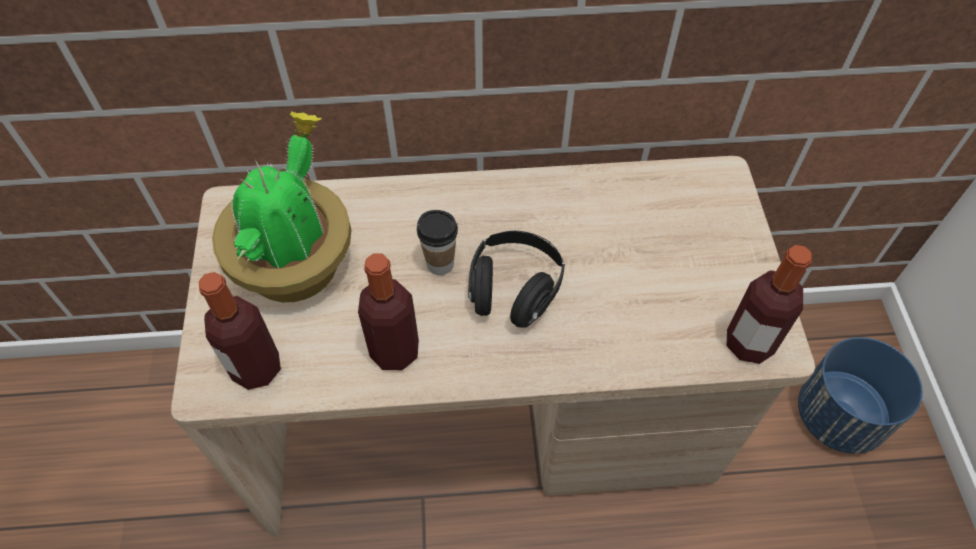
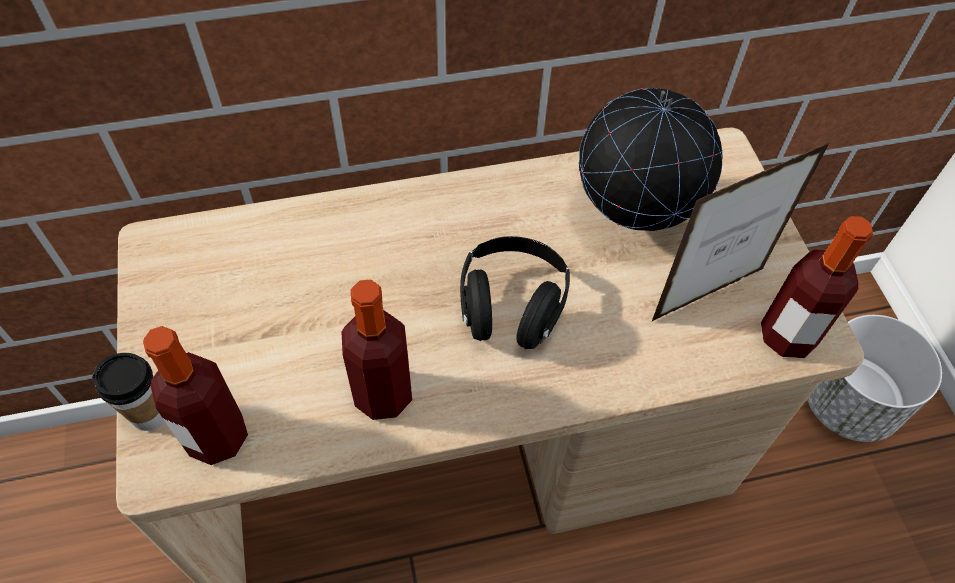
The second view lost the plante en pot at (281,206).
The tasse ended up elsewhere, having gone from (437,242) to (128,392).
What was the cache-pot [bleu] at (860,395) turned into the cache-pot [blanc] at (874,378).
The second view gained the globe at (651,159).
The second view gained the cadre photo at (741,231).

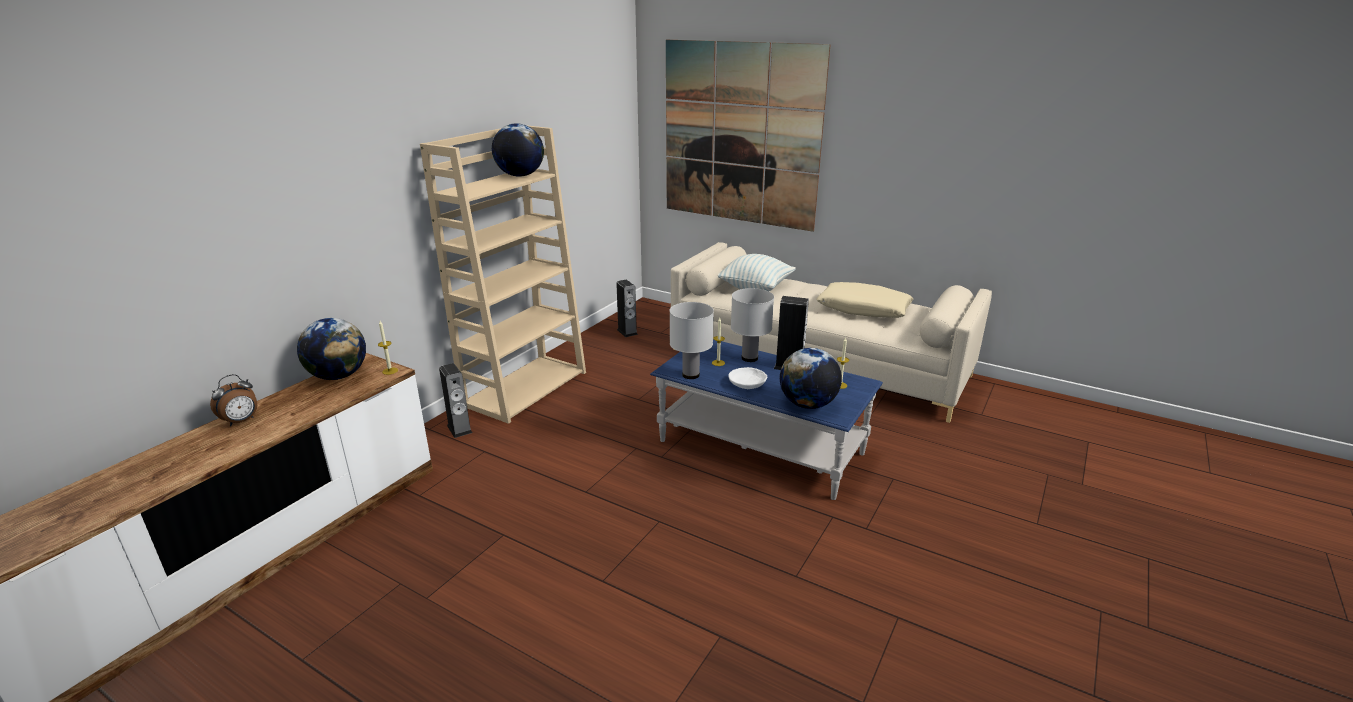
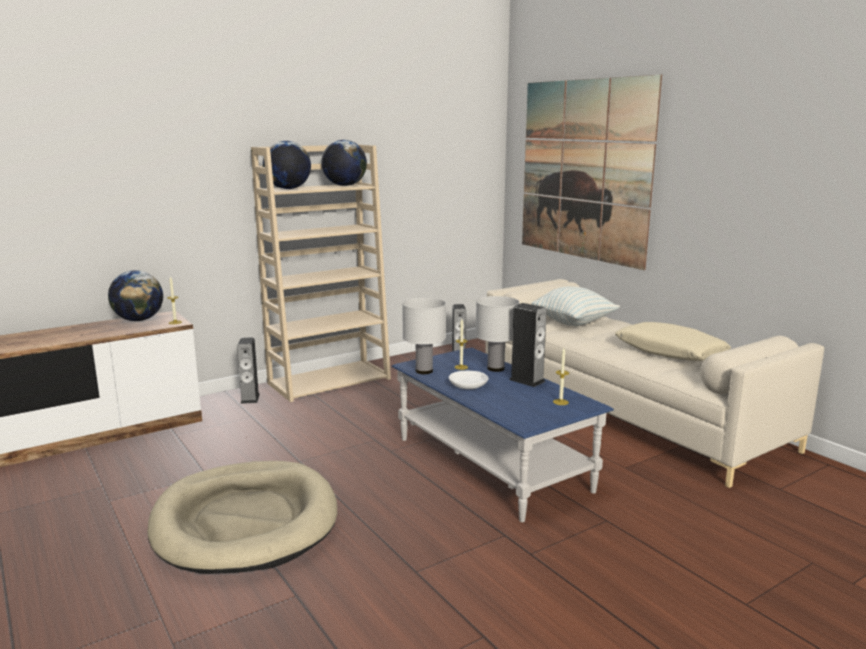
The globe ended up elsewhere, having gone from (811,378) to (287,165).
The second view lost the réveil at (233,400).
The second view gained the panier pour chien [beige] at (242,517).

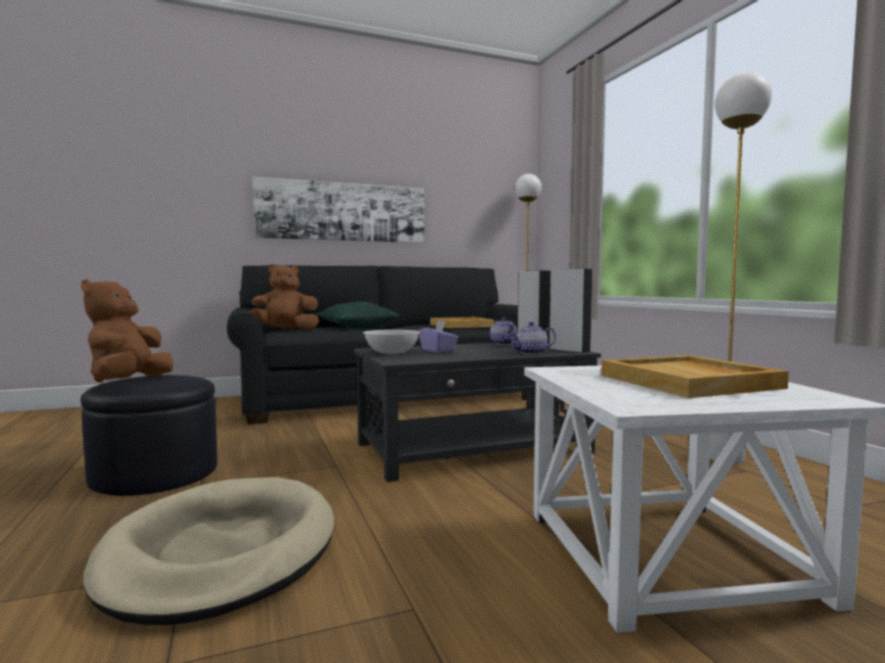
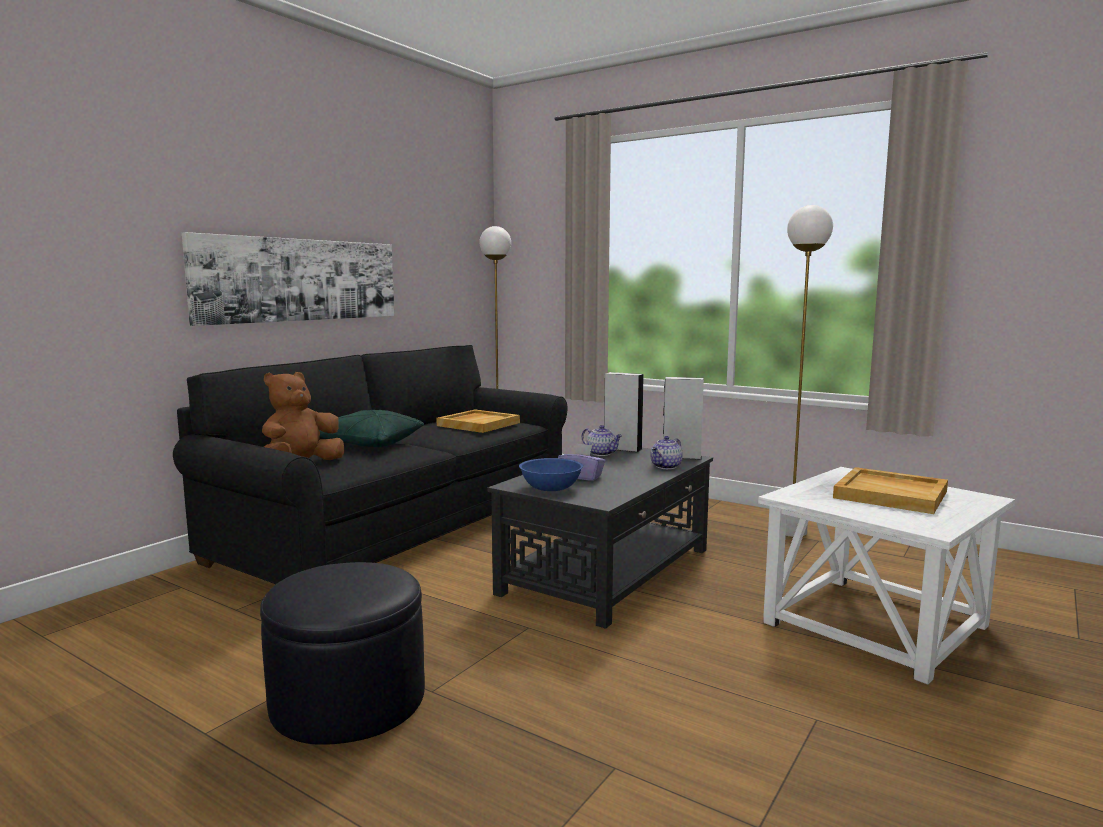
The second view lost the peluche [marron] at (127,330).
What was the bol [blanc] at (391,342) turned into the bol [bleu] at (551,474).
The second view lost the panier pour chien [beige] at (208,551).

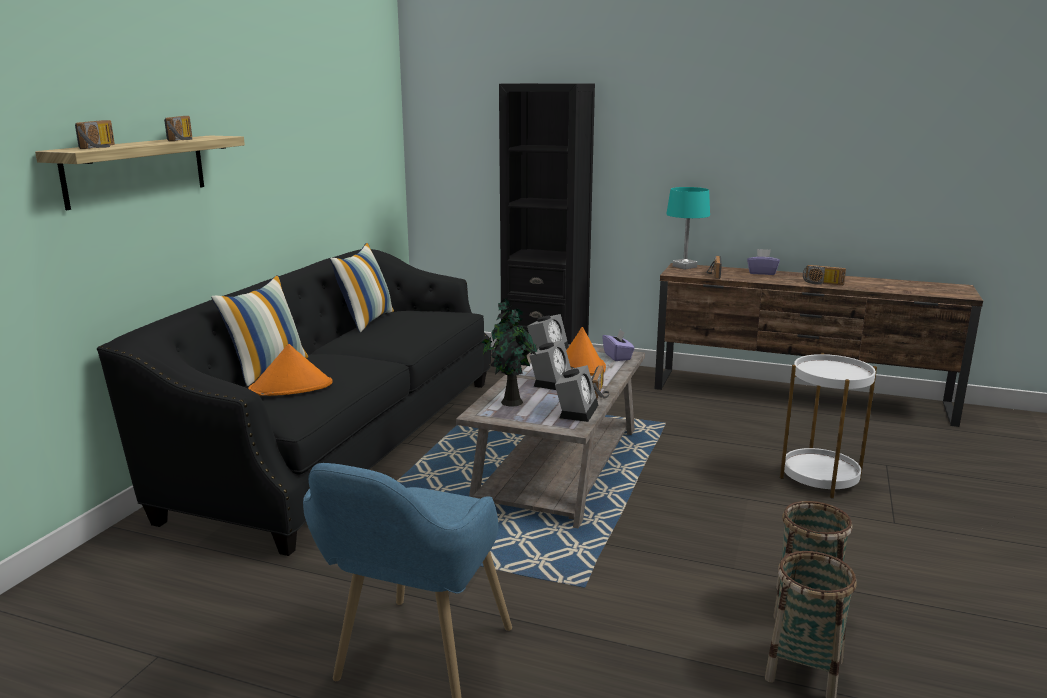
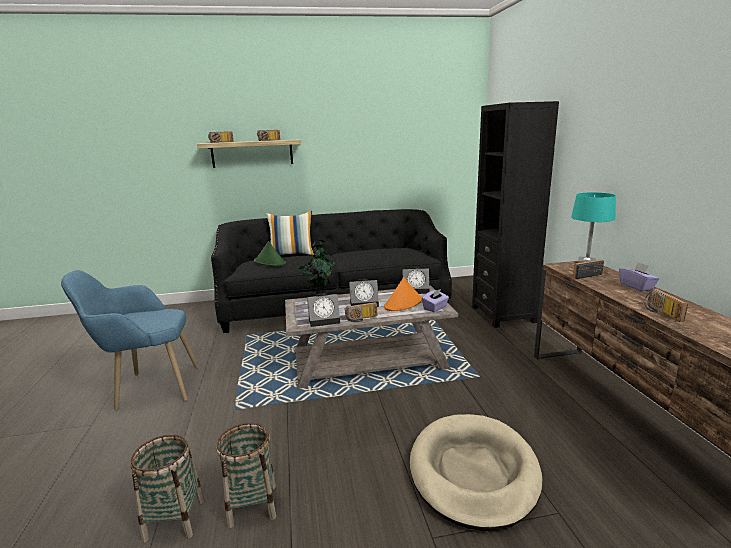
The second view lost the coussin at (362,287).
What was the chapeau [orange] at (290,370) turned into the chapeau [vert] at (270,254).
Where the table d'appoint [blanc] stood at (828,425), the panier pour chien [beige] came to stand at (476,472).

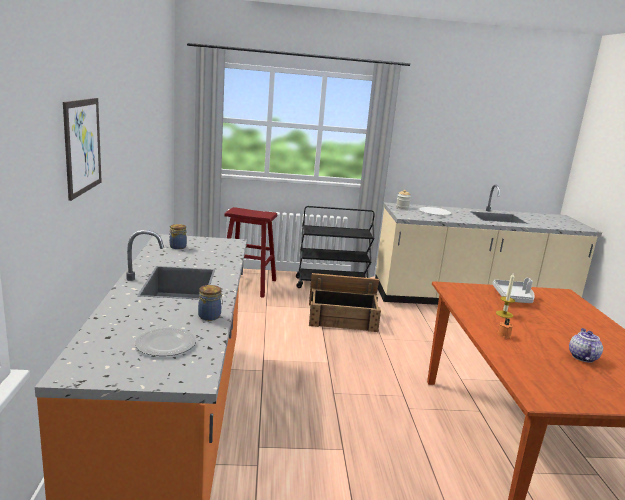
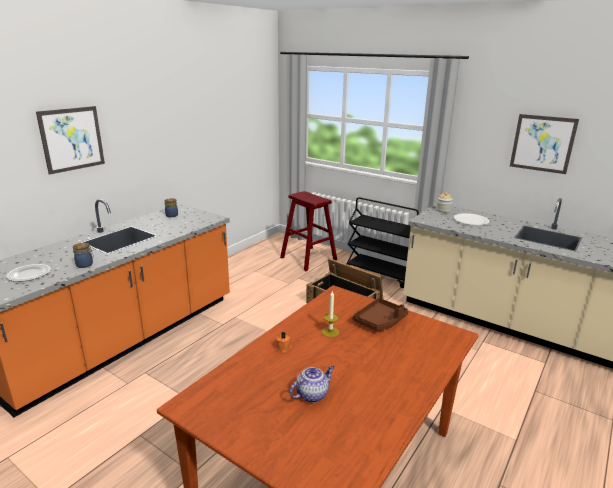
What was the plateau [gris] at (513,290) turned into the plateau [marron] at (380,314).
The second view gained the tableau at (544,144).

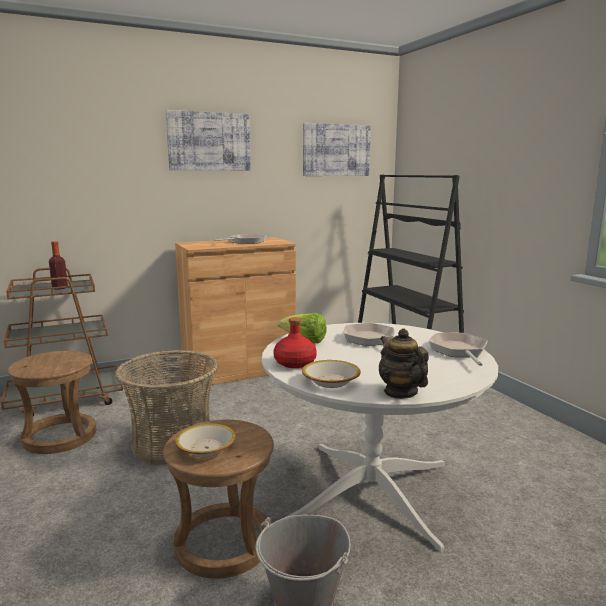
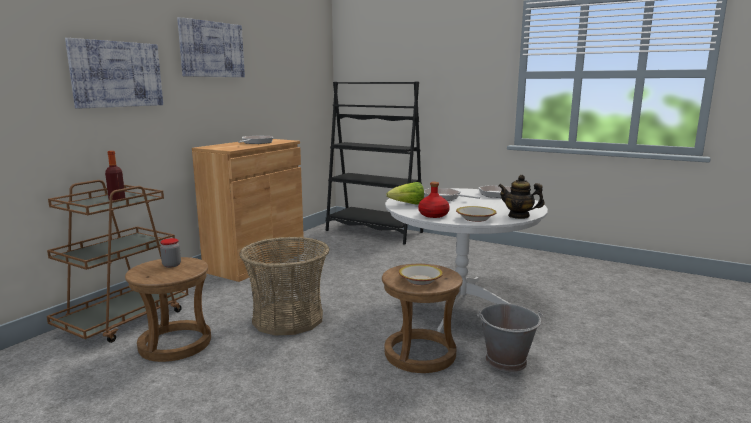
The tableau ended up elsewhere, having gone from (337,149) to (114,73).
The second view gained the bocal at (170,253).

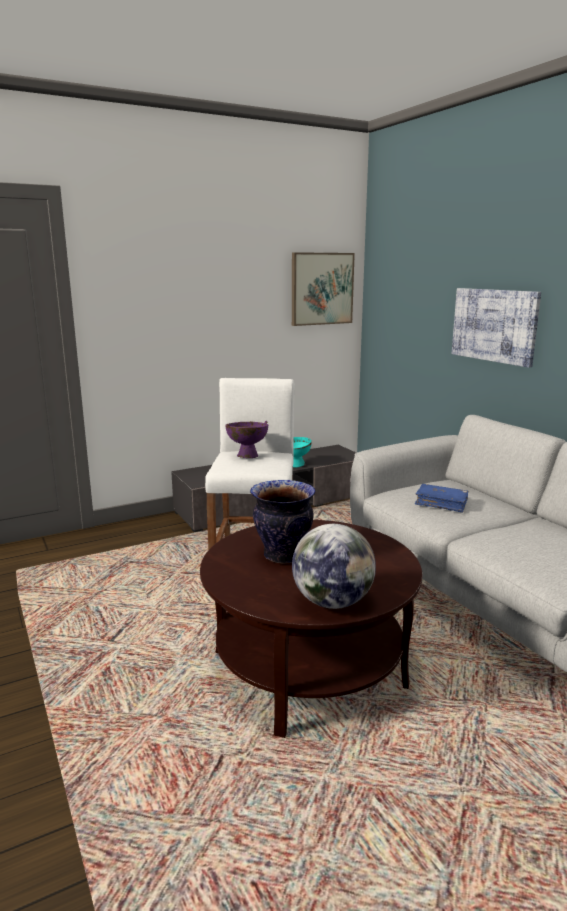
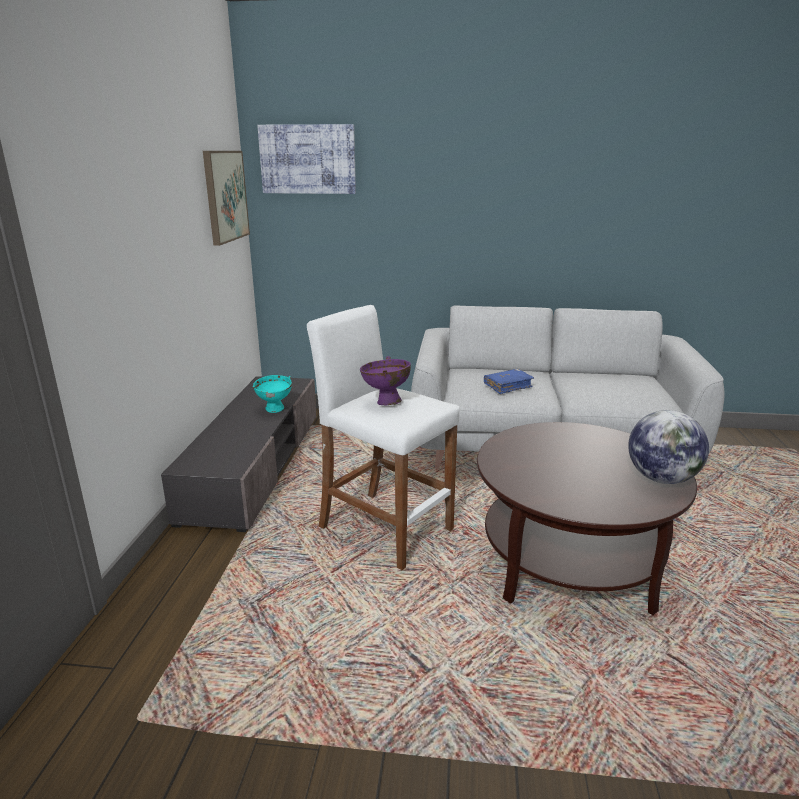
The tableau ended up elsewhere, having gone from (496,328) to (306,159).
The second view lost the vase at (283,521).

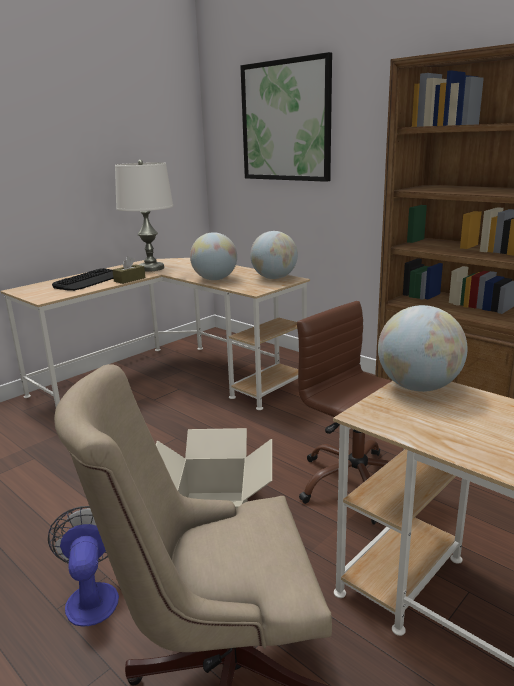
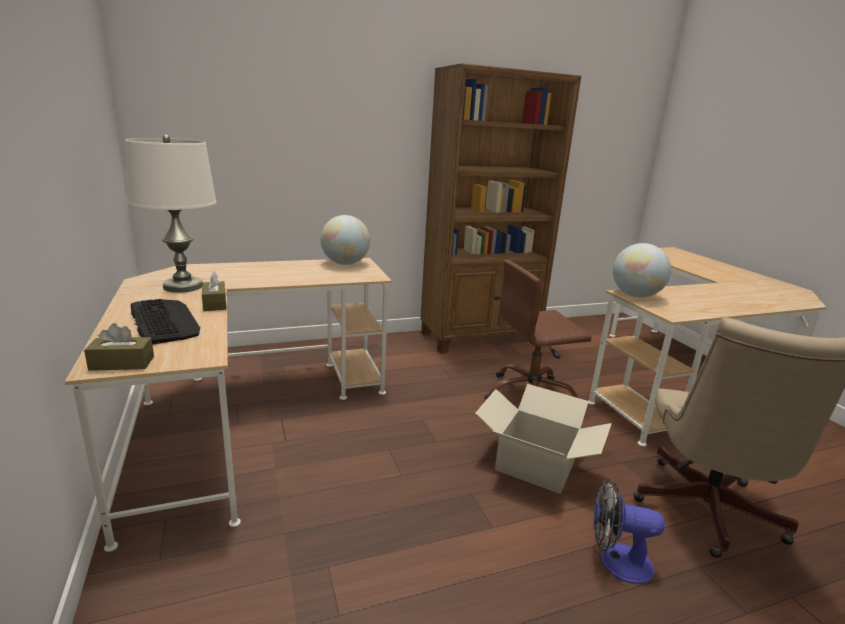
The second view lost the tableau at (286,117).
The second view lost the globe at (213,256).
The second view gained the boîte à mouchoirs [marron] at (119,347).

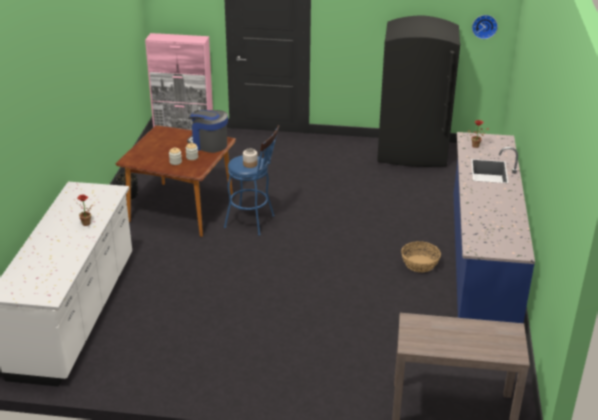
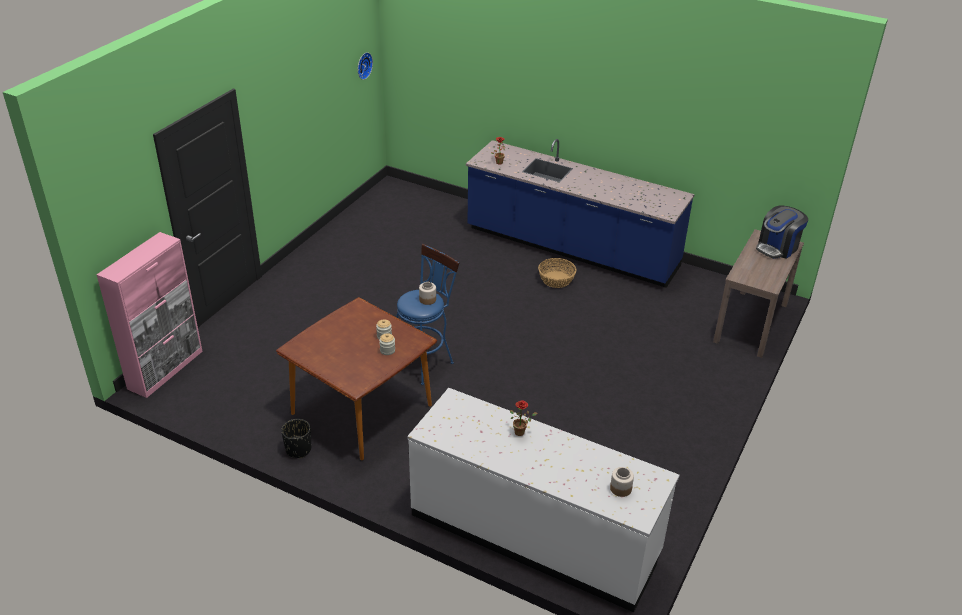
The second view lost the réfrigérateur [noir] at (418,91).
The machine à café ended up elsewhere, having gone from (207,131) to (782,232).
The second view gained the bocal at (622,482).

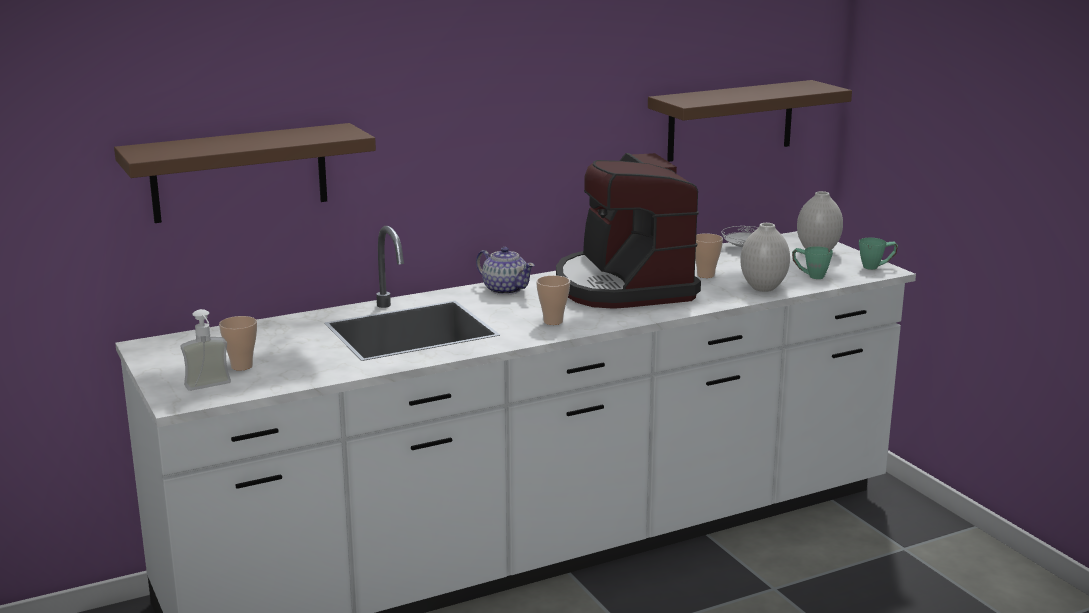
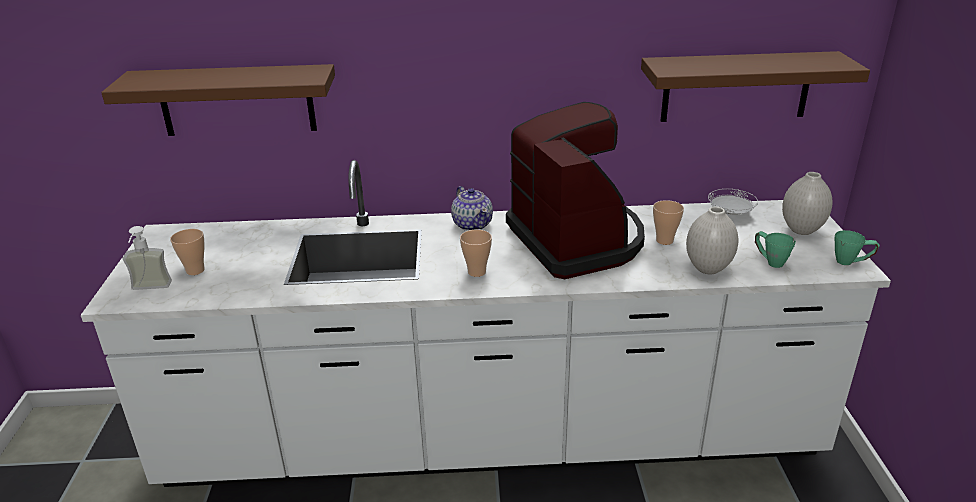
The machine à café at (628,231) ended up facing another way, 150 degrees clockwise from before.

